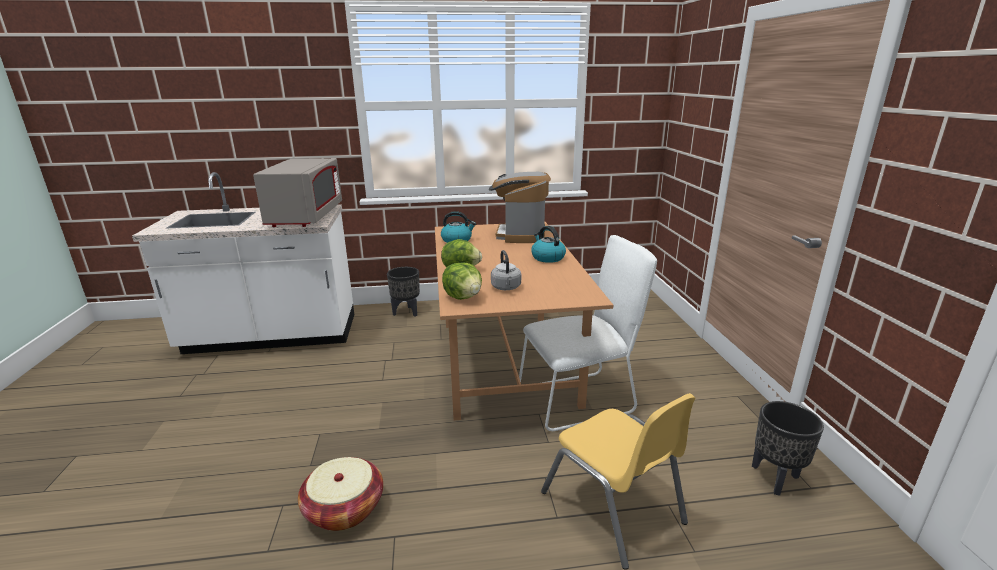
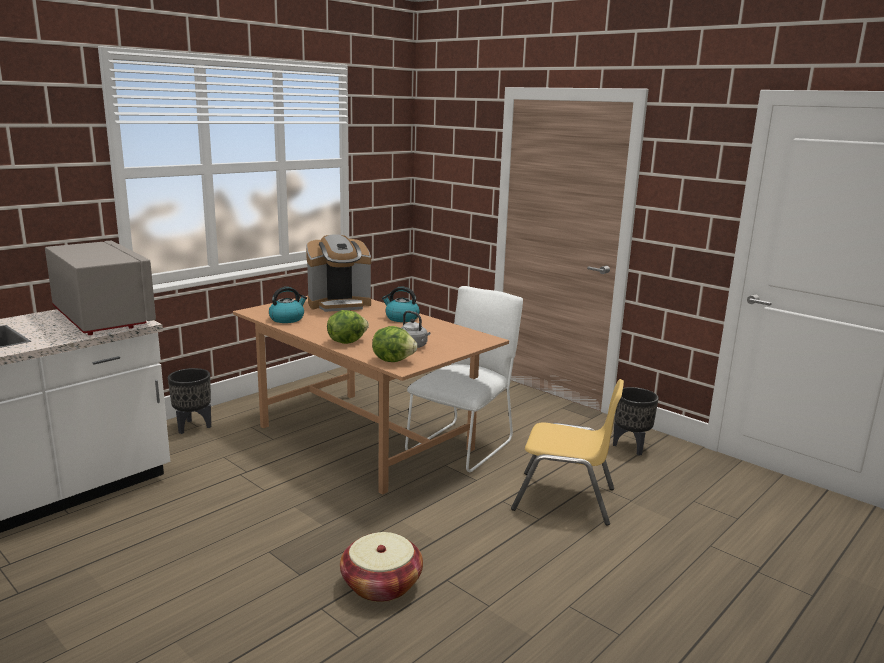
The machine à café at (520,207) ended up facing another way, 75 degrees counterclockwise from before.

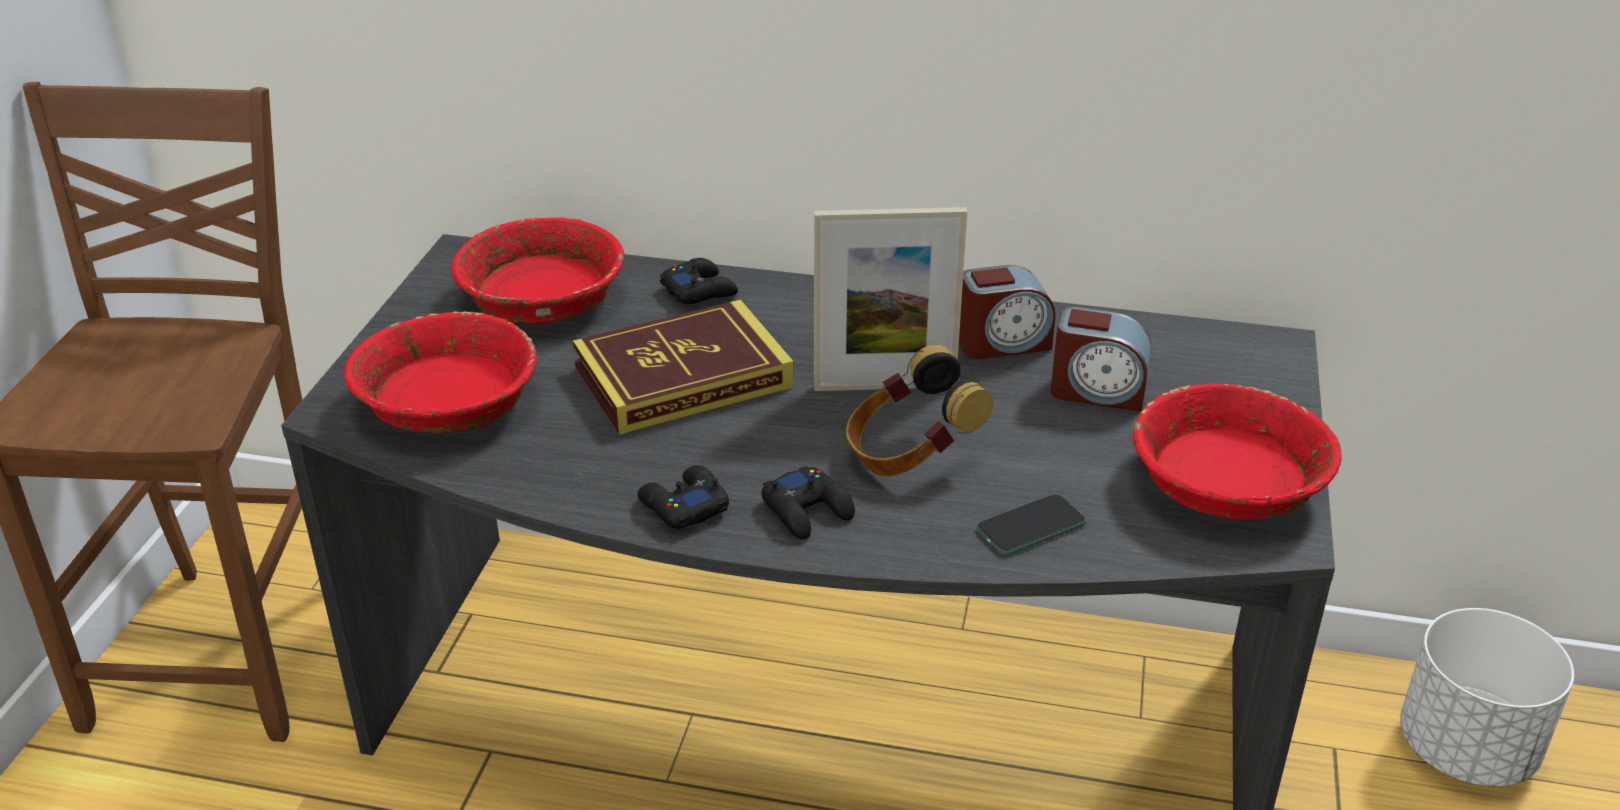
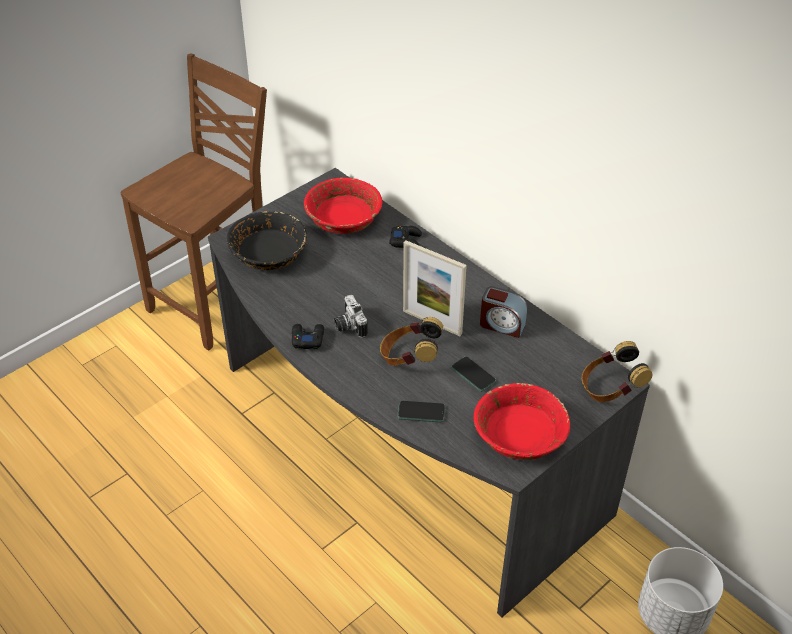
The second view lost the livre at (683,367).
The second view lost the réveil at (1101,359).
What was the bol [rouge] at (440,372) turned into the bol [noir] at (267,240).
The second view lost the manette [noir] at (808,503).
The second view gained the appareil photo at (351,316).
The second view gained the casque audio at (617,371).
The second view gained the téléphone at (473,374).

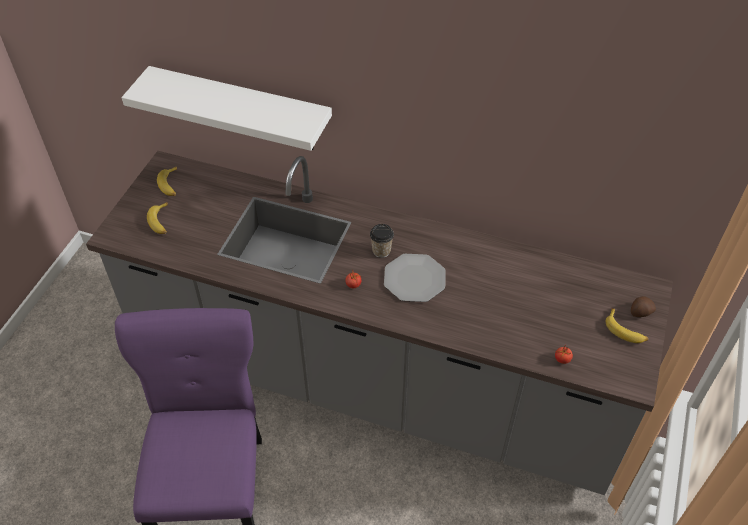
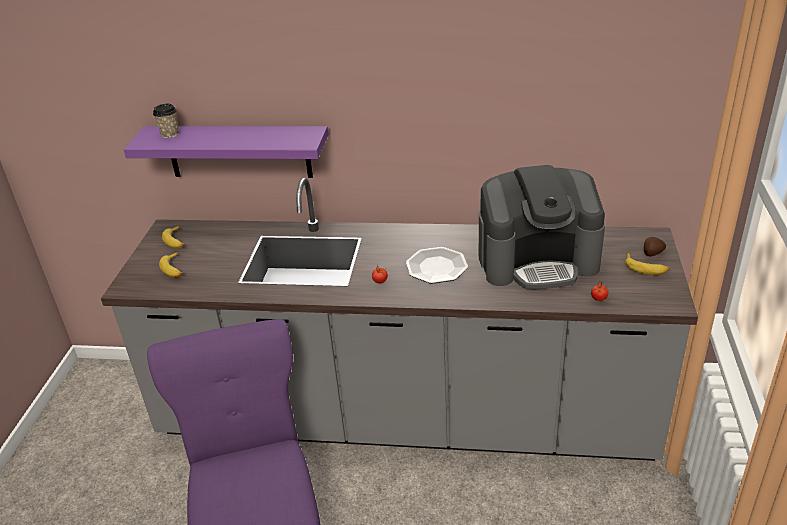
What was the étagère [blanc] at (227,108) turned into the étagère [violet] at (226,152).
The tasse ended up elsewhere, having gone from (382,241) to (166,121).
The second view gained the machine à café at (542,227).

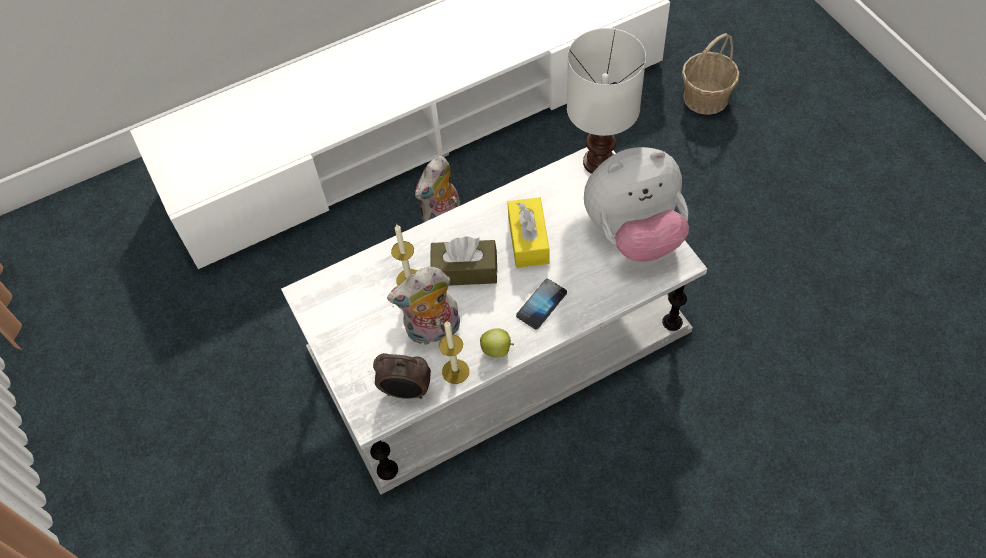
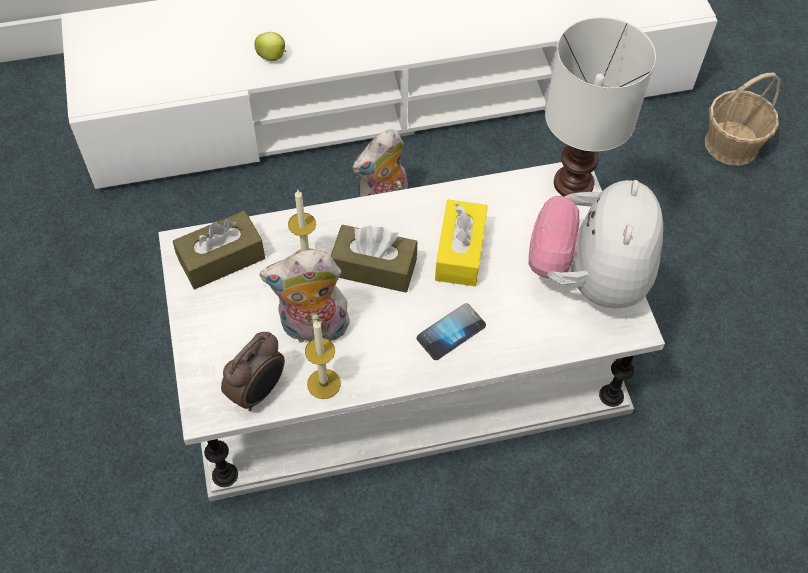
The peluche at (636,204) ended up facing another way, 105 degrees clockwise from before.
The pomme ended up elsewhere, having gone from (497,342) to (270,46).
The réveil at (402,376) ended up facing another way, 75 degrees counterclockwise from before.
The second view gained the boîte à mouchoirs [marron] at (219,250).

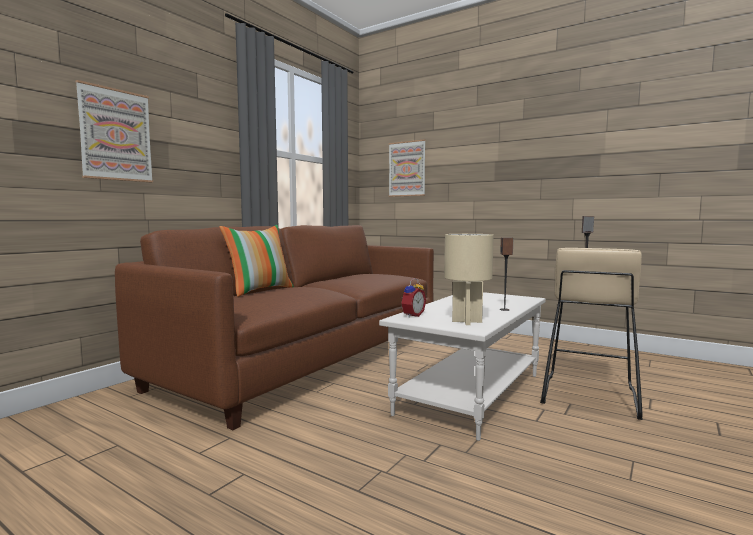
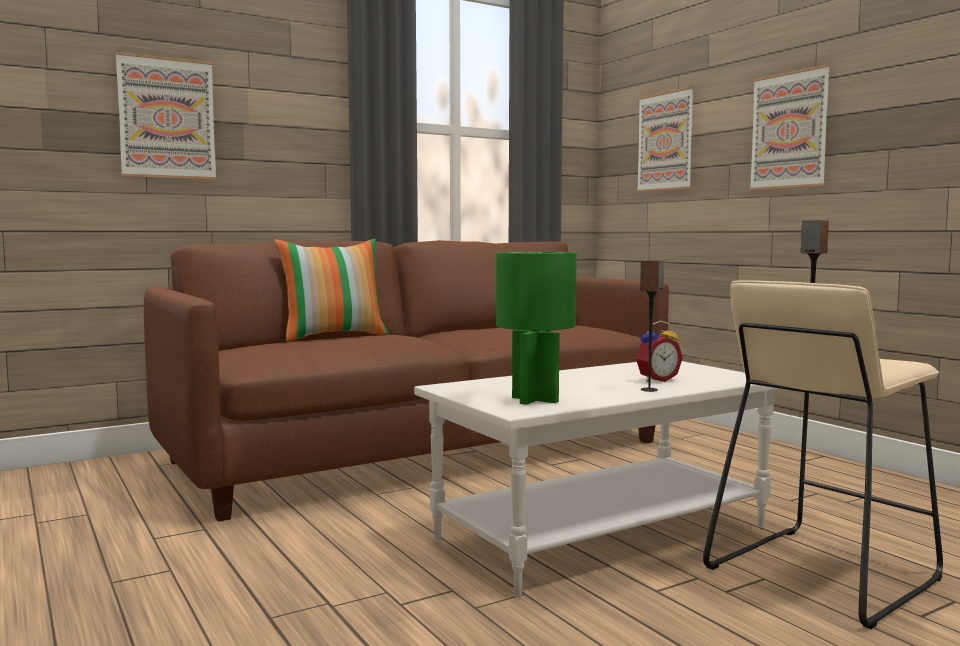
What was the lampe de table [beige] at (469,279) turned into the lampe de table [vert] at (536,328).
The réveil ended up elsewhere, having gone from (413,298) to (659,351).
The second view gained the tableau at (790,127).

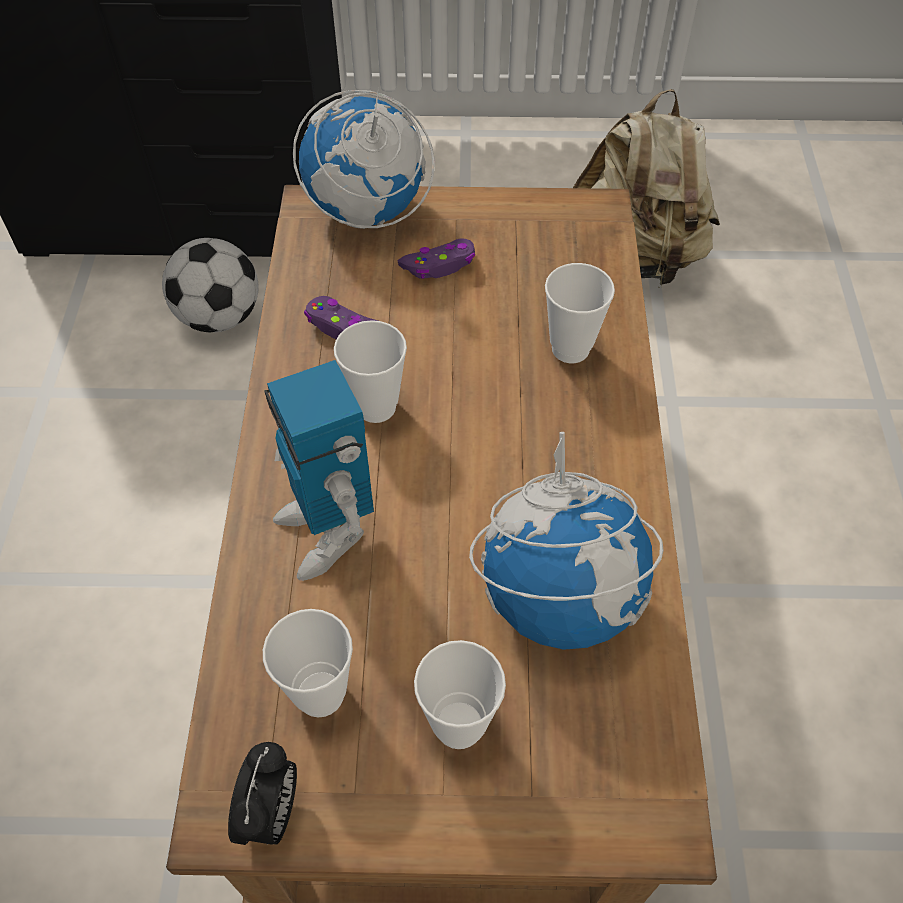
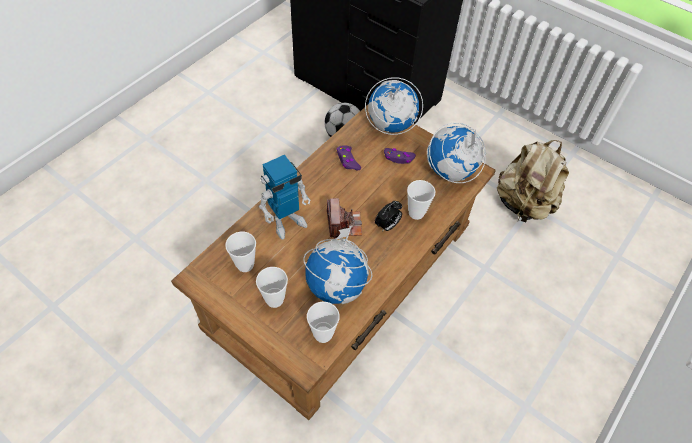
The tasse ended up elsewhere, having gone from (370,371) to (323,322).
The robot jouet at (319,470) ended up facing another way, 135 degrees counterclockwise from before.
The réveil ended up elsewhere, having gone from (262,793) to (388,216).
The second view gained the globe at (456,153).
The second view gained the appareil photo at (344,218).

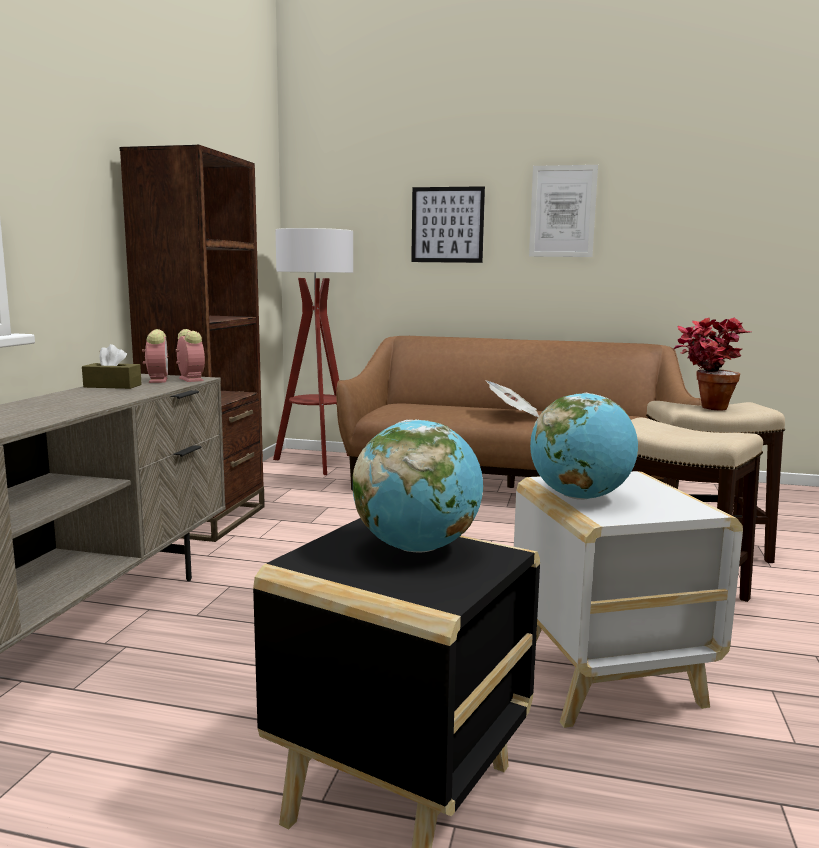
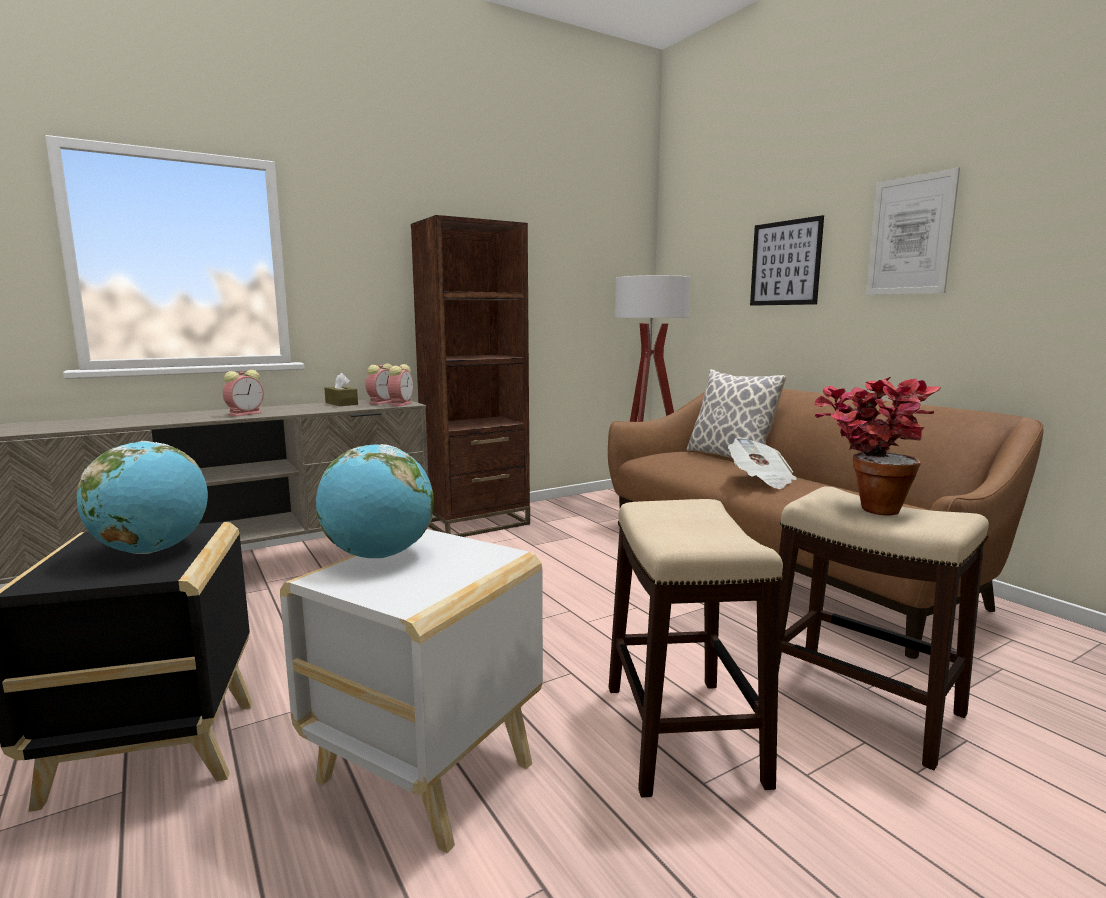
The second view gained the coussin at (736,413).
The second view gained the réveil at (243,393).

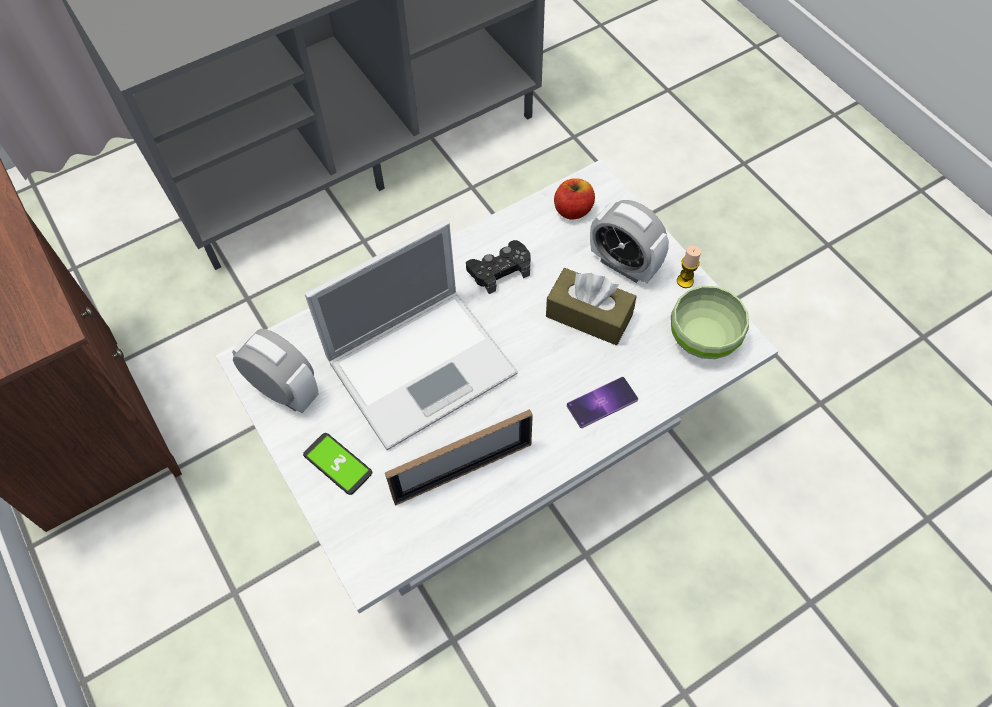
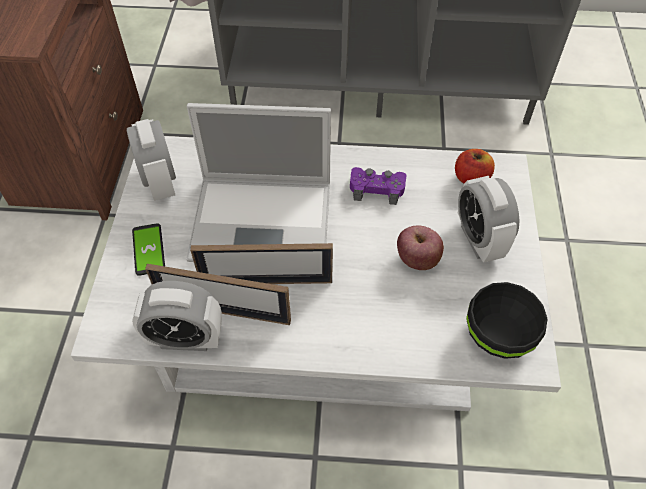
What was the manette [noir] at (498,267) turned into the manette [violet] at (378,186).
The second view lost the bougie at (689,267).
Where the boîte à mouchoirs [marron] stood at (591,306), the pomme came to stand at (420,248).
What was the bol [vert] at (710,322) turned into the bol [noir] at (506,320).
The second view lost the téléphone at (602,402).
The second view gained the cadre photo at (261,263).
The second view gained the réveil at (177,316).

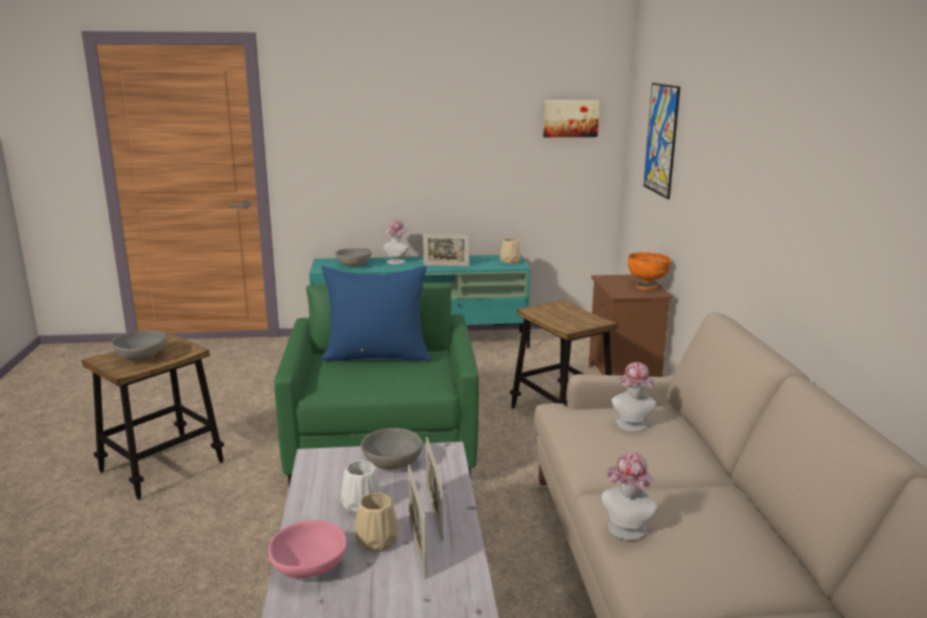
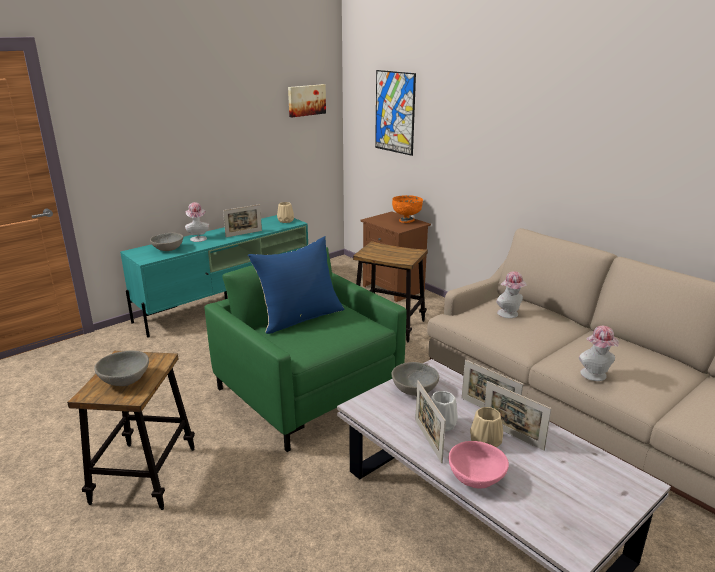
The second view gained the cadre photo at (430,421).

